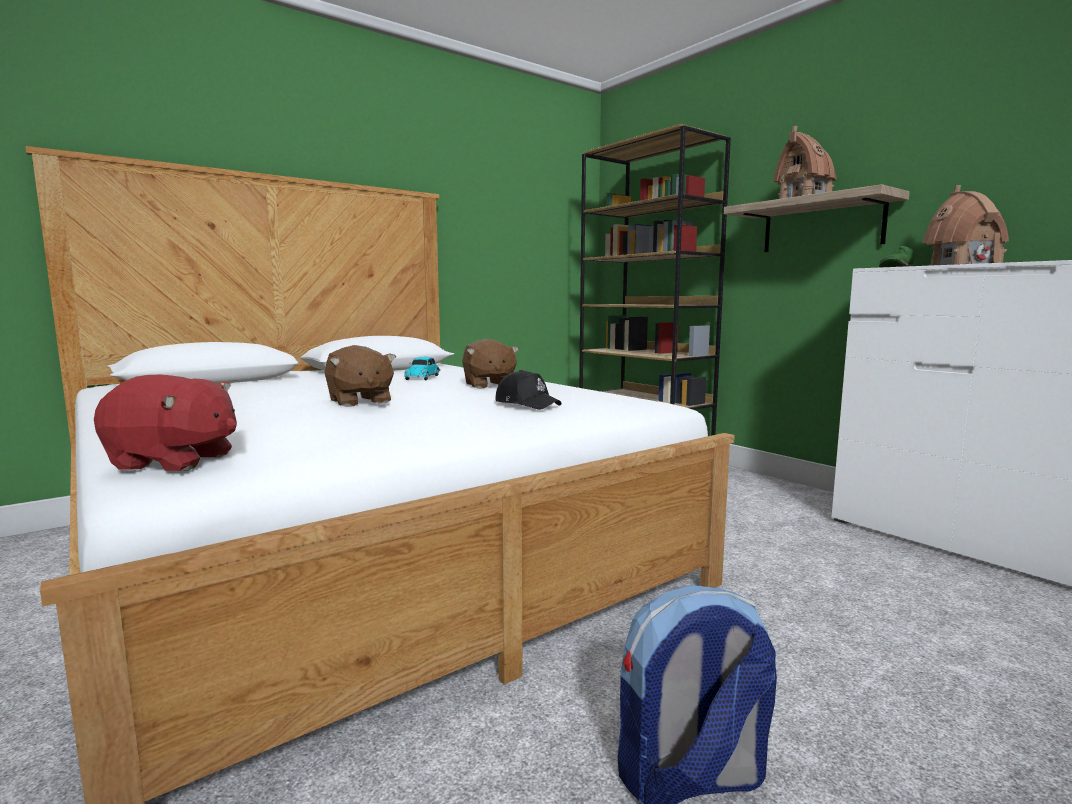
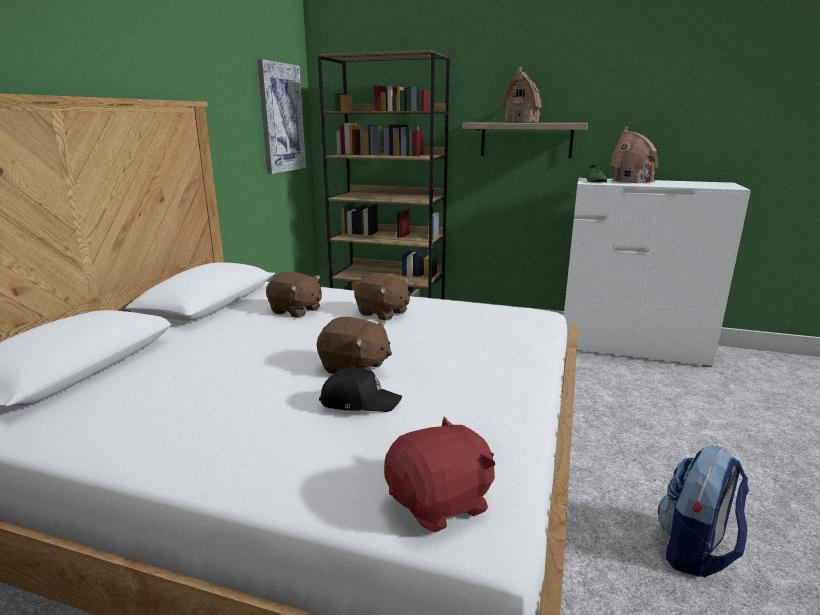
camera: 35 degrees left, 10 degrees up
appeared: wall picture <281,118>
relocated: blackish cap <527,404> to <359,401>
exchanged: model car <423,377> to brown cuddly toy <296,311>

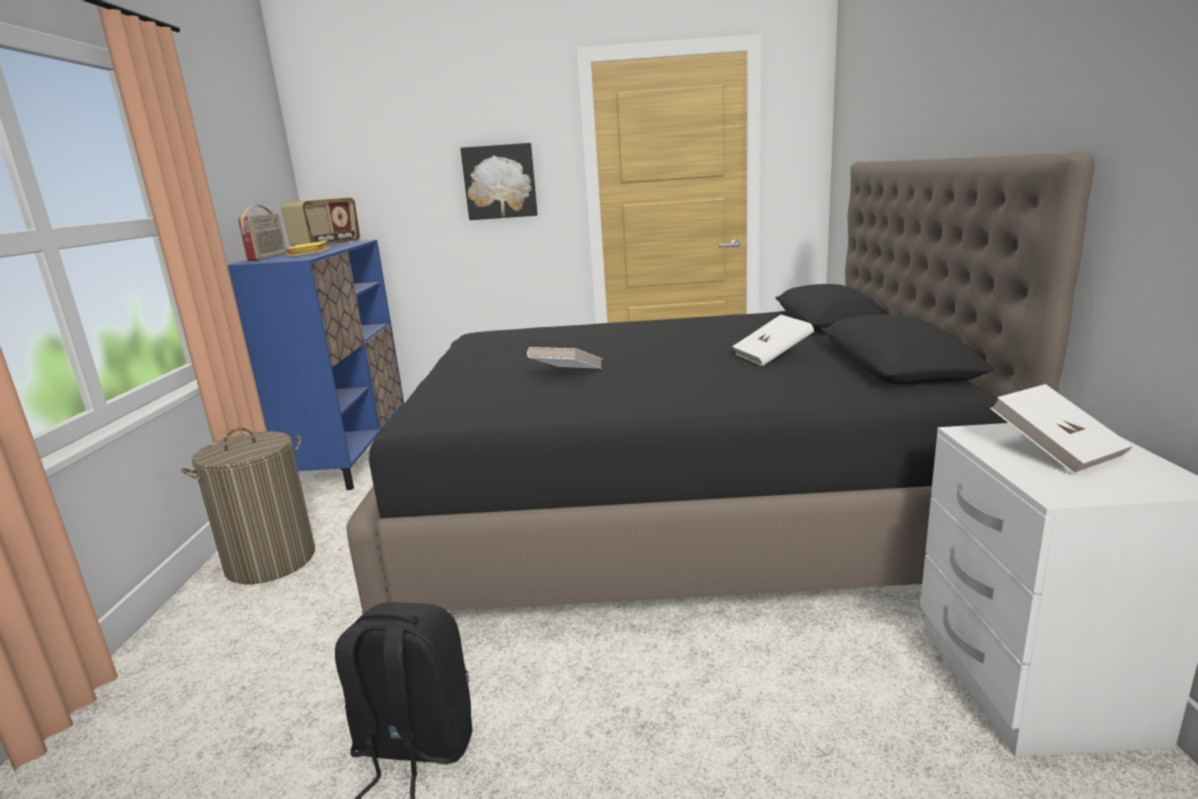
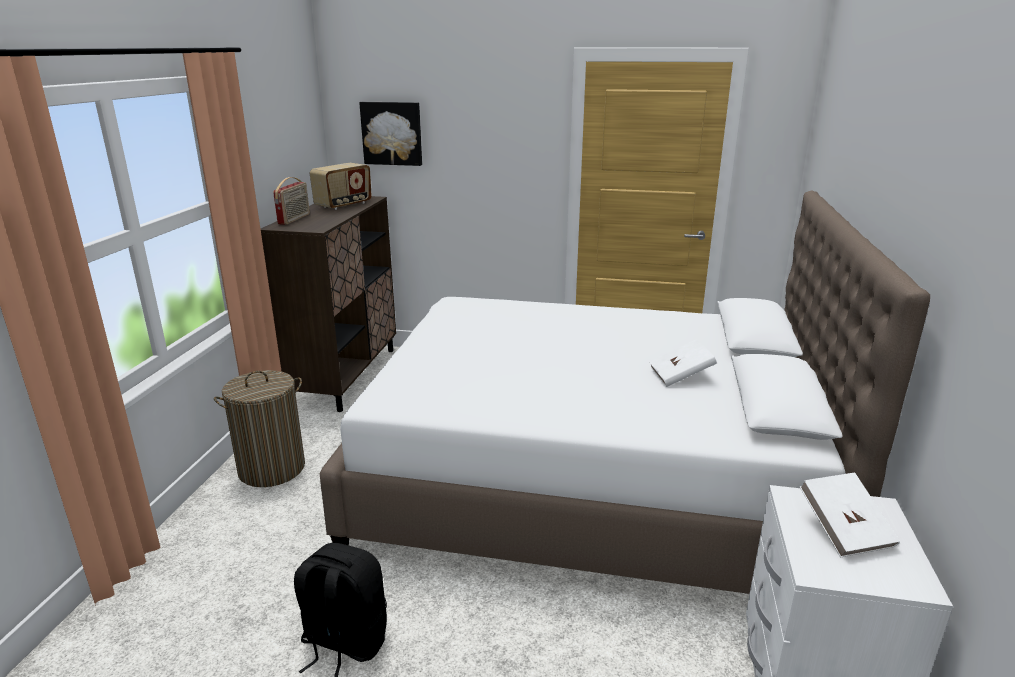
camera: 10 degrees right, 5 degrees up
missing: yellow-coloured volume <310,253>; white-coloured volume <567,375>
relocated: wall picture <500,182> to <392,133>
colour: blackish bedroom bed <672,509> to white-coloured bedroom bed <588,478>; blue cabinet <350,454> to brown cabinet <346,376>

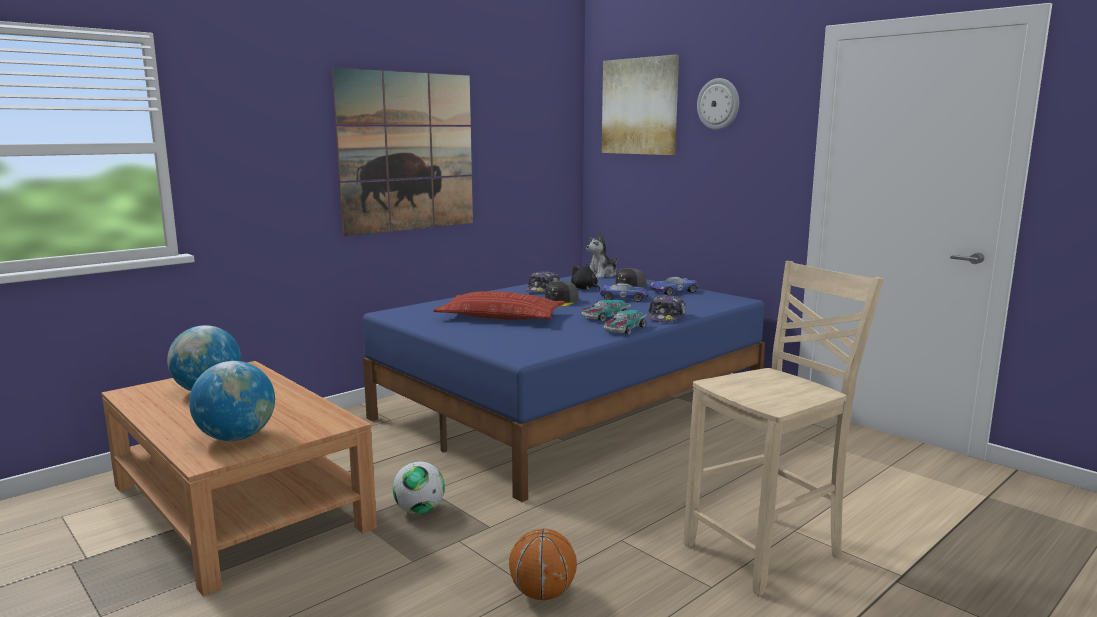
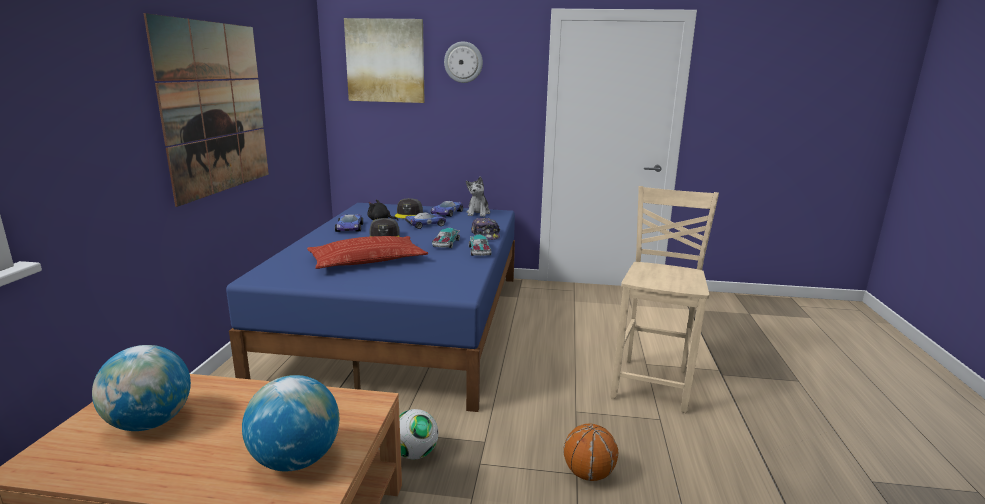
camera: 40 degrees left, 5 degrees up
relocated: cuddly toy <602,275> to <478,213>
exchanged: cap <543,290> to model car <349,228>

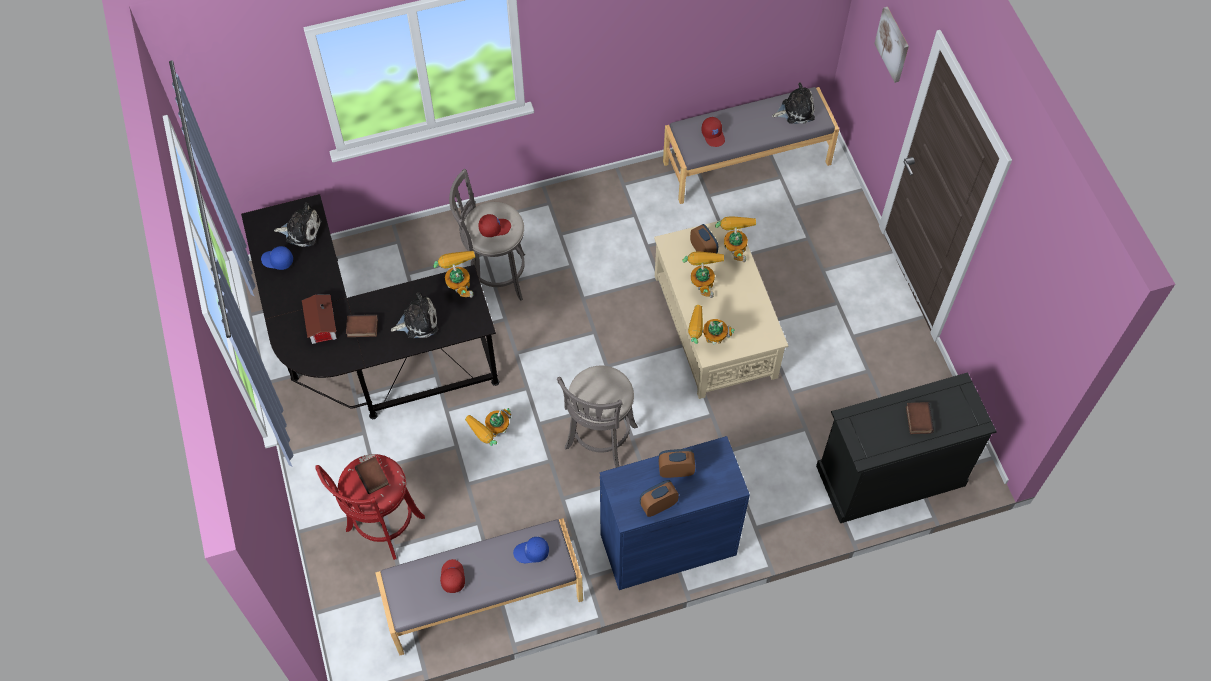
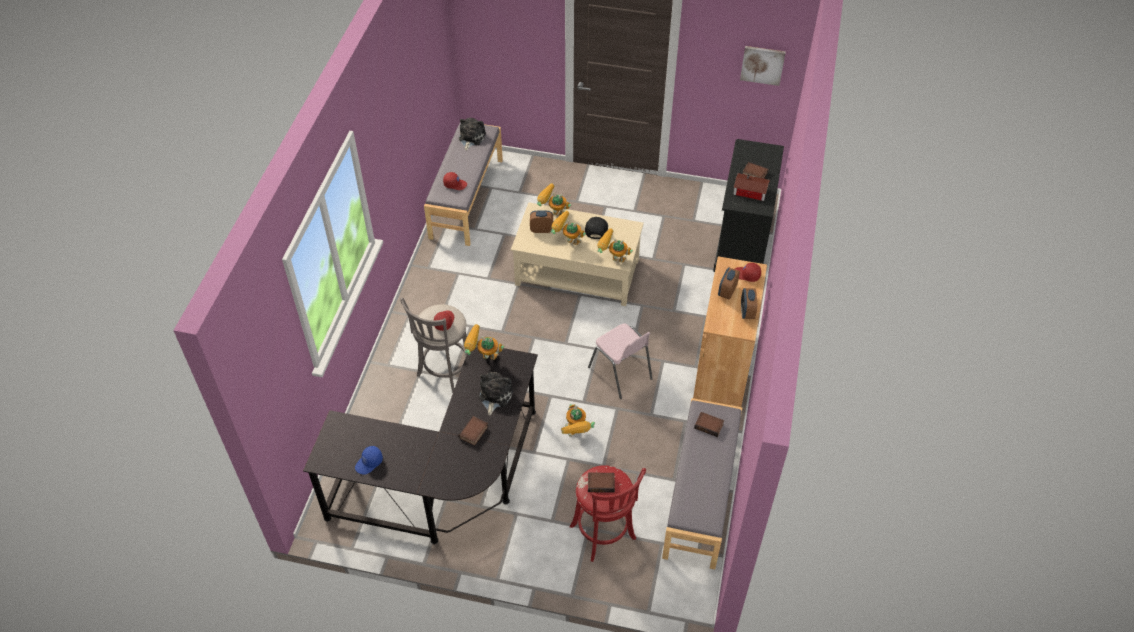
camera: 60 degrees left, 10 degrees down
missing: cuddly toy <301,230>
appeared: blackish cap <596,228>
relocated: wall picture <893,44> to <762,65>; toy house <320,324> to <751,192>; red cap <452,577> to <746,275>
exchanged: grey stool seat <599,441> to pinkish upright chair <620,373>; blue cap <531,552> to volume <709,425>
colour: blue cabinet <668,544> to brown cabinet <722,372>
spun: robot figure <705,342> = <612,260> 75 degrees clockwise

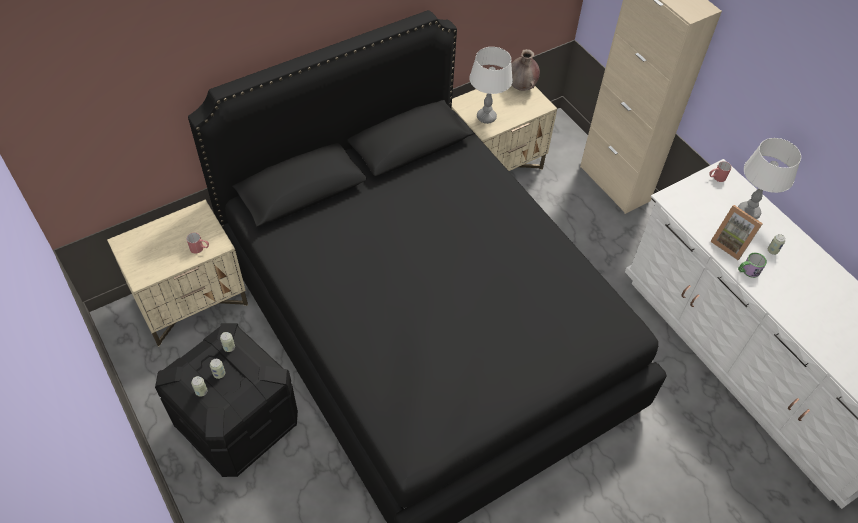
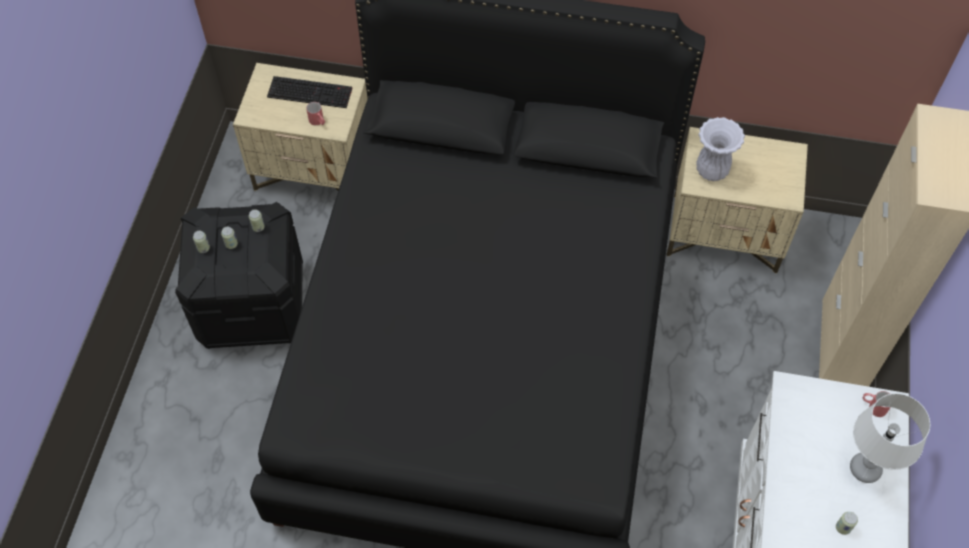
camera: 45 degrees right, 5 degrees up
missing: brown flower vase <521,87>; photo frame <731,244>; mug <748,271>
appeared: keyboard <311,92>
exchanged: white-coloured tabletop lamp <486,117> to white-coloured flower vase <712,171>

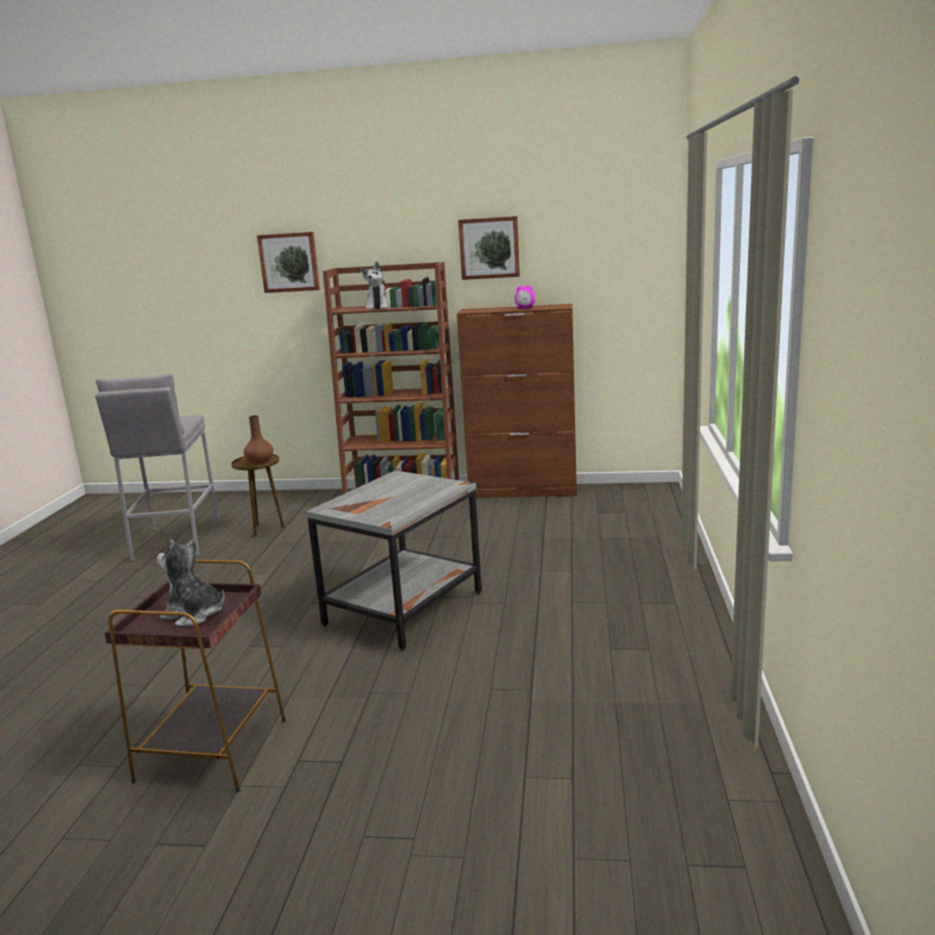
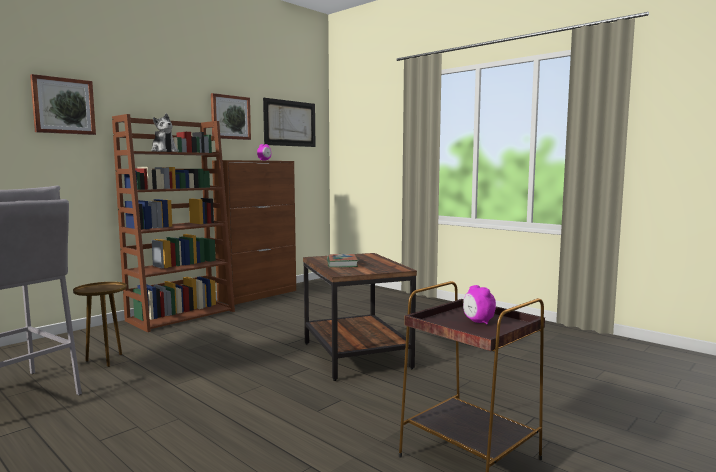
camera: 55 degrees left, 10 degrees down
missing: brown flower vase <259,461>
appeared: wall picture <290,123>; volume <342,264>
exchanged: cuddly toy <194,614> to table clock <478,322>
colour: grey end table <403,608> to brown end table <354,355>

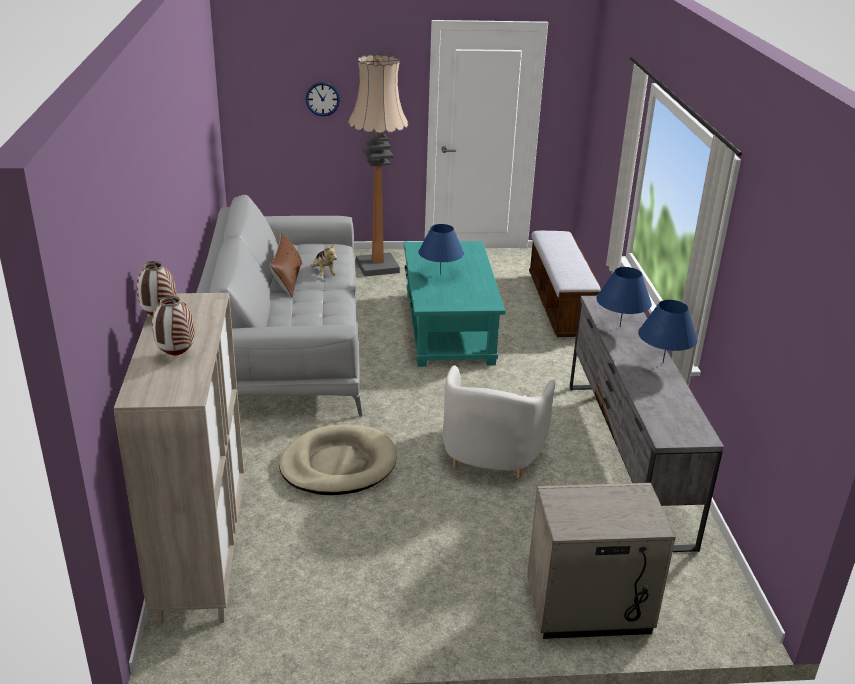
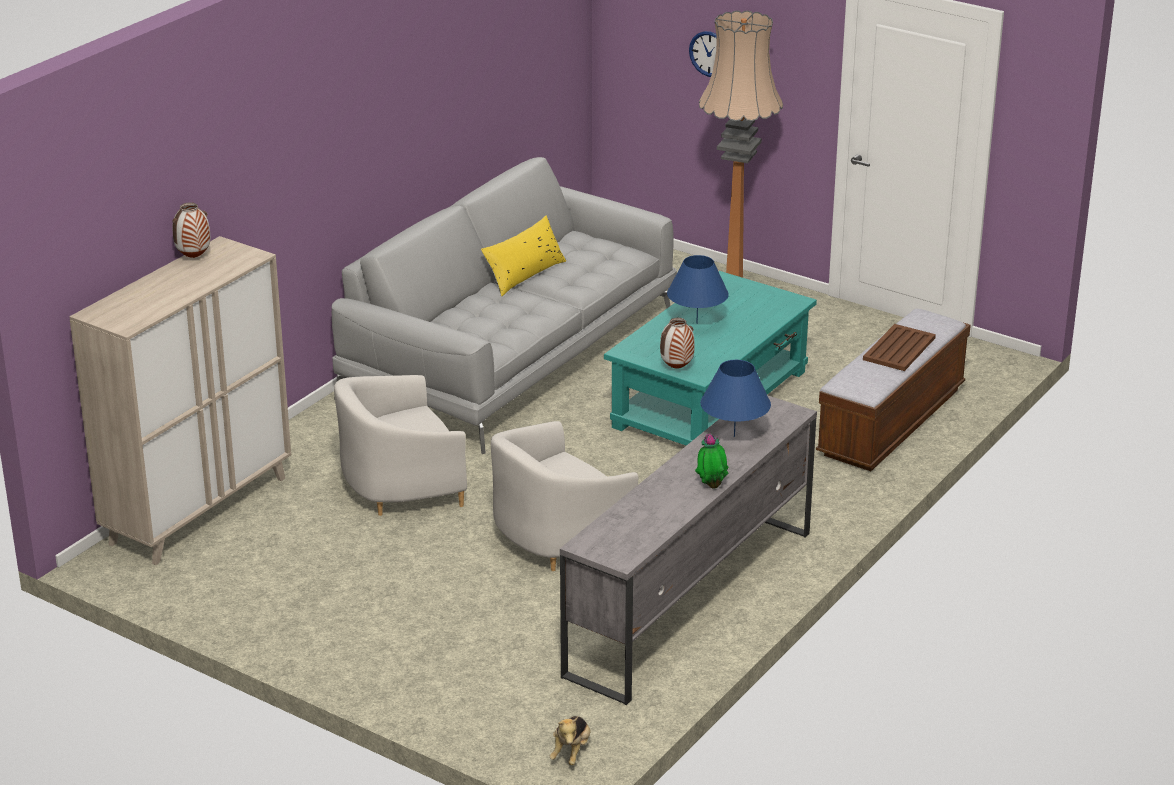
camera: 40 degrees right, 0 degrees up
missing: beige nightstand <588,608>
appeared: brown serving tray <899,348>
relocated: cuddly toy <324,273> to <571,752>; flower vase <176,355> to <676,368>
exchanged: blue tabletop lamp <662,363> to plant in a pot <711,485>; beige pet bed <338,464> to white-coloured easy chair <401,488>
colour: brown pillow <287,280> to yellow-coloured pillow <524,275>

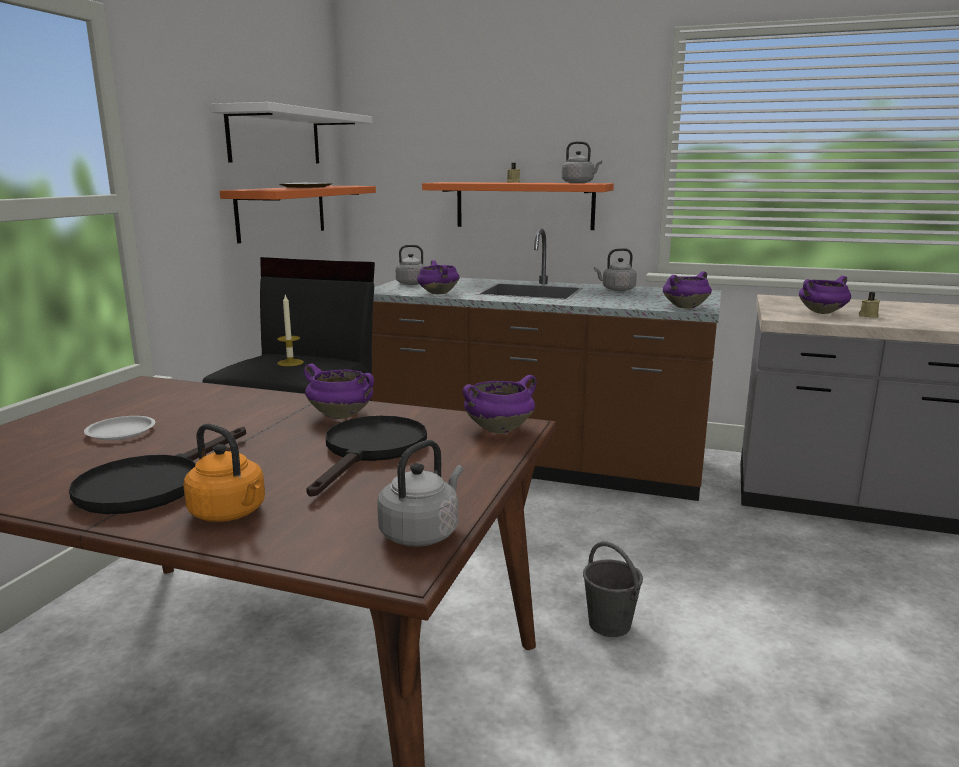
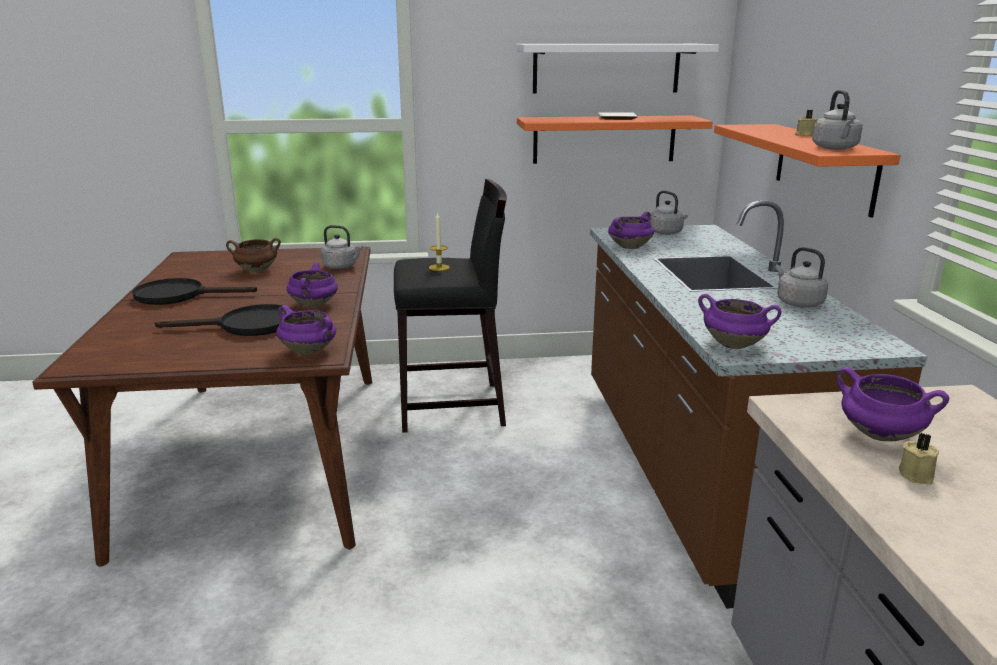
camera: 65 degrees right, 5 degrees up
missing: orange-coloured kettle <230,513>; grey pail <610,624>
relocated: grey kettle <422,533> to <341,266>
exchanged: white-coloured dinner plate <121,432> to brown saucepot <256,270>

